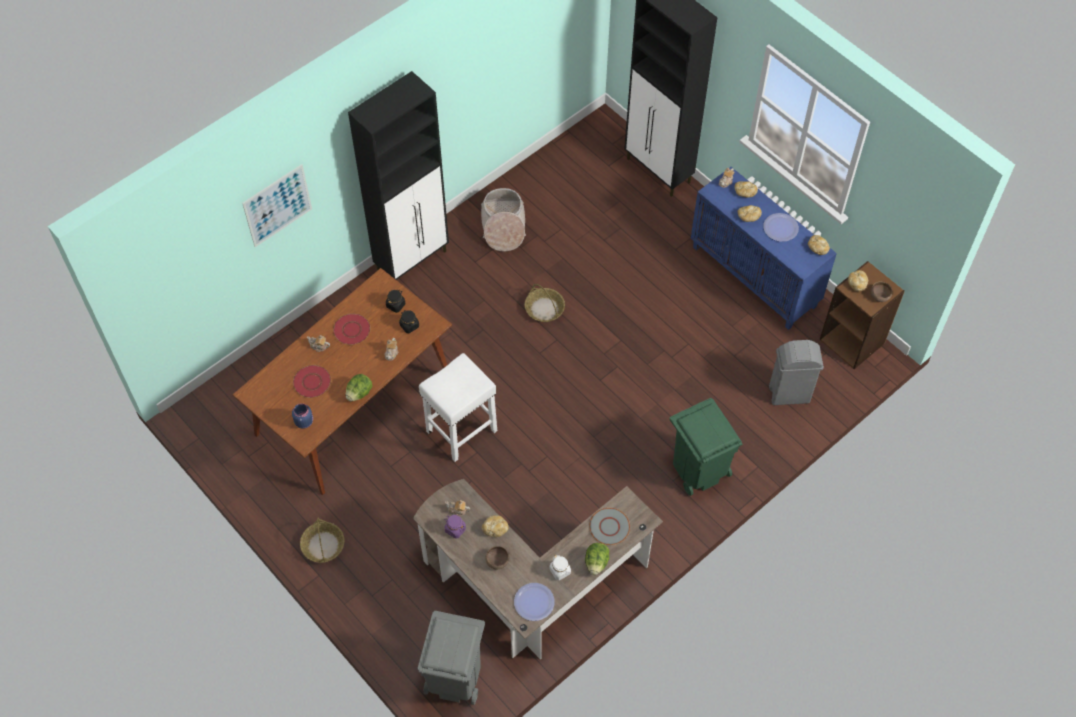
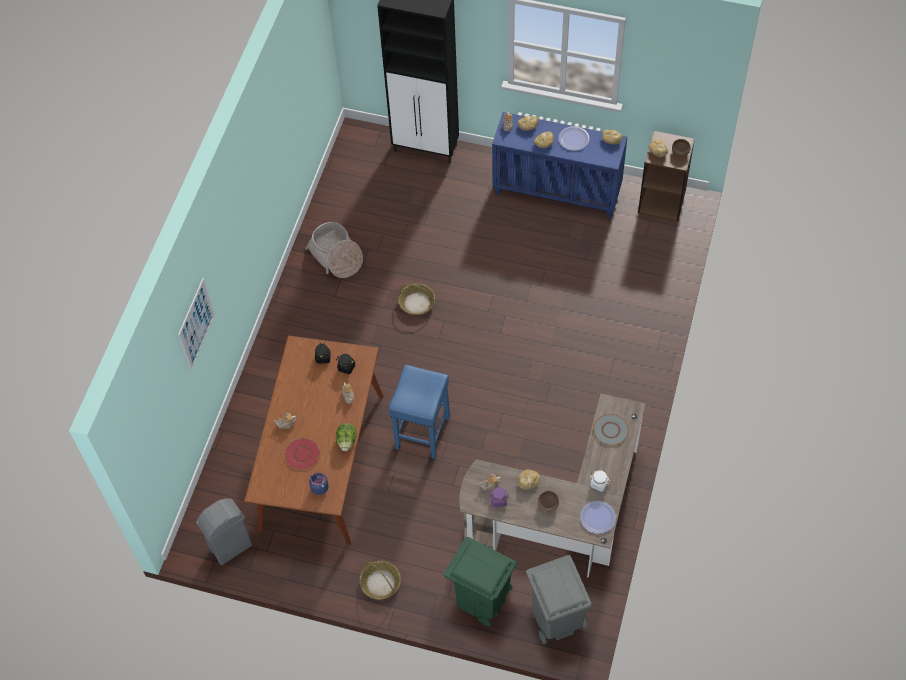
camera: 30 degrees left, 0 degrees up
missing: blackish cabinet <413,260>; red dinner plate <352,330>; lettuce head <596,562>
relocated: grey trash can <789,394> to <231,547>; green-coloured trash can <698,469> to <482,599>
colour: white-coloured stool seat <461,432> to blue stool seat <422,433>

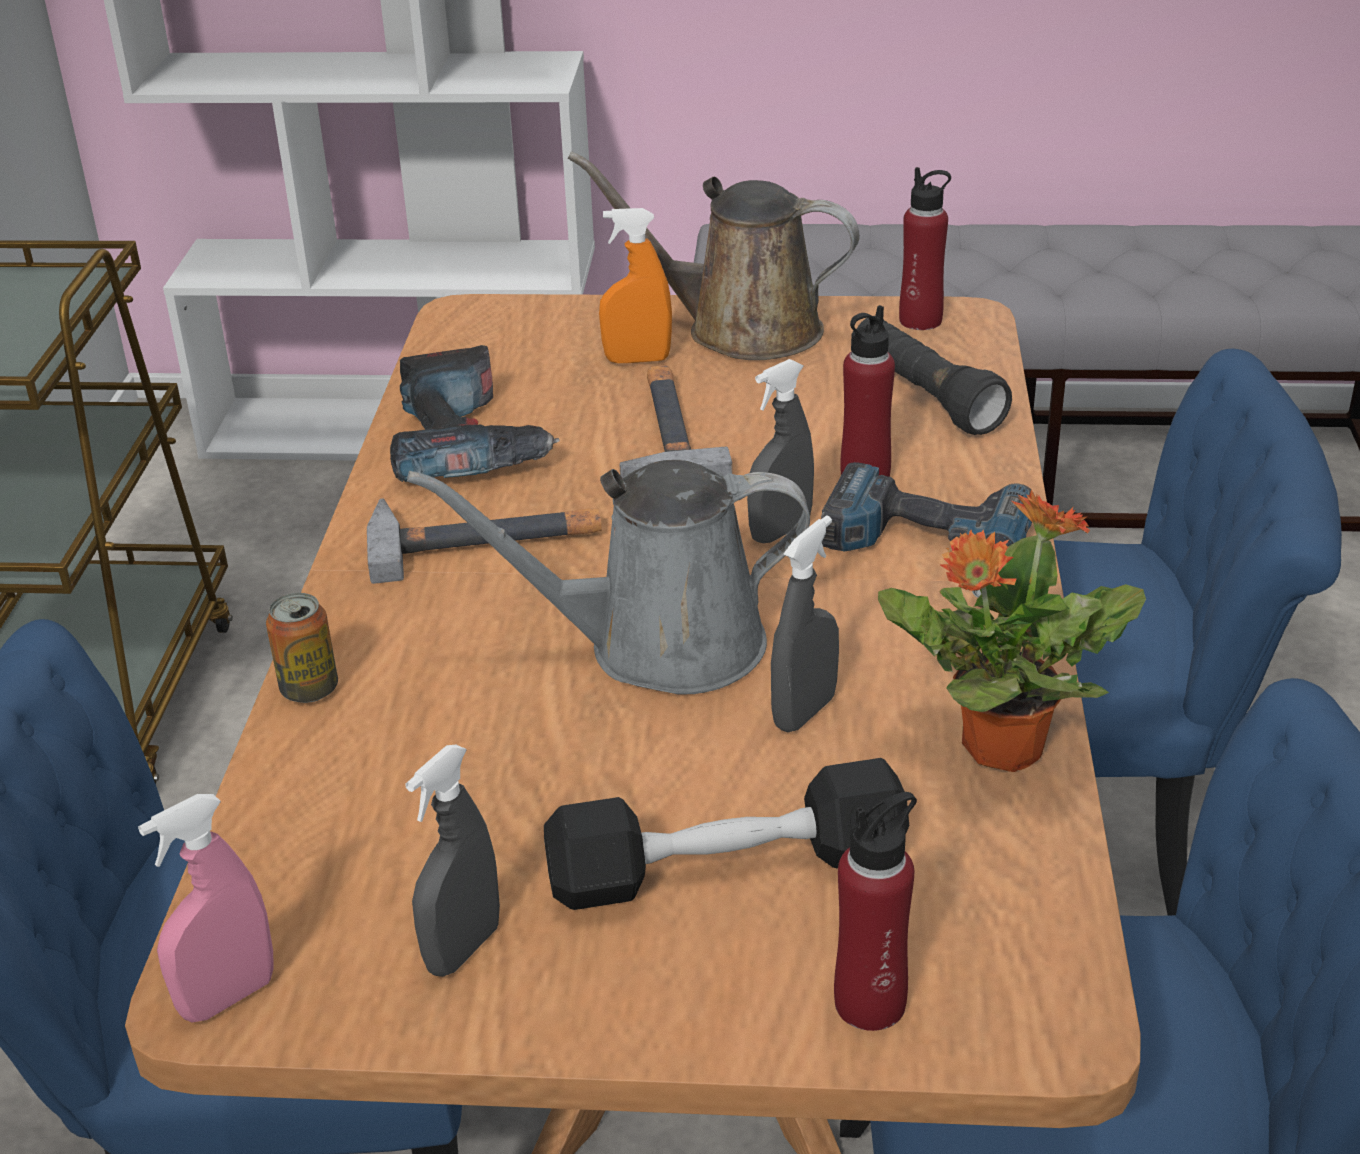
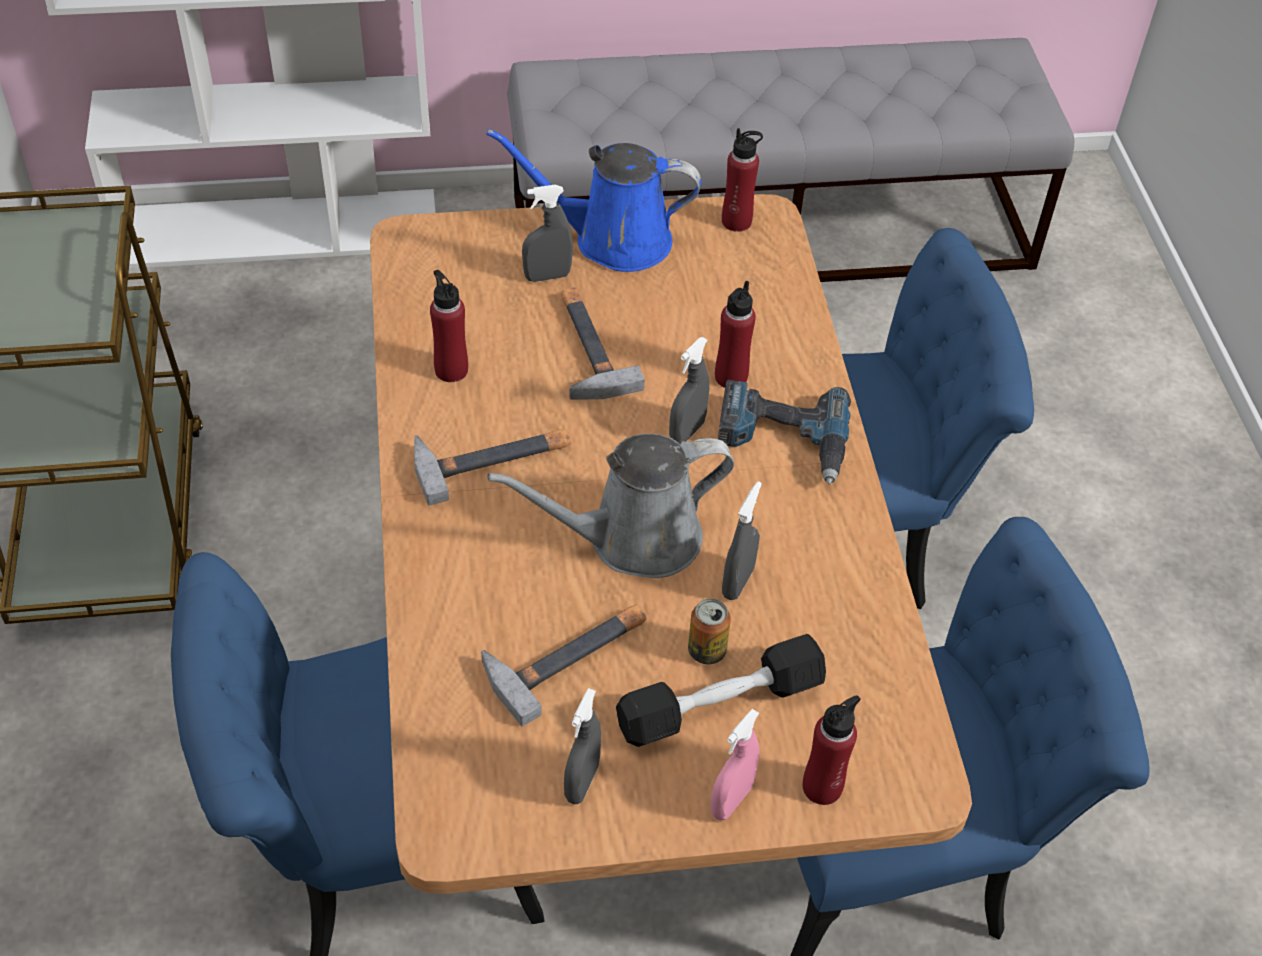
camera: 15 degrees left, 15 degrees up
missing: blackish hand torch <925,396>; plant in a pot <999,748>
appeared: tool hammer <568,654>
relocated: can <309,689> to <706,651>; pinkish spray bottle <228,997> to <731,800>
exchanged: electric drill <467,444> to red bottle <451,370>
colour: brown watering can <740,329> to blue watering can <612,239>; orange-coloured spray bottle <637,360> to grey spray bottle <547,276>

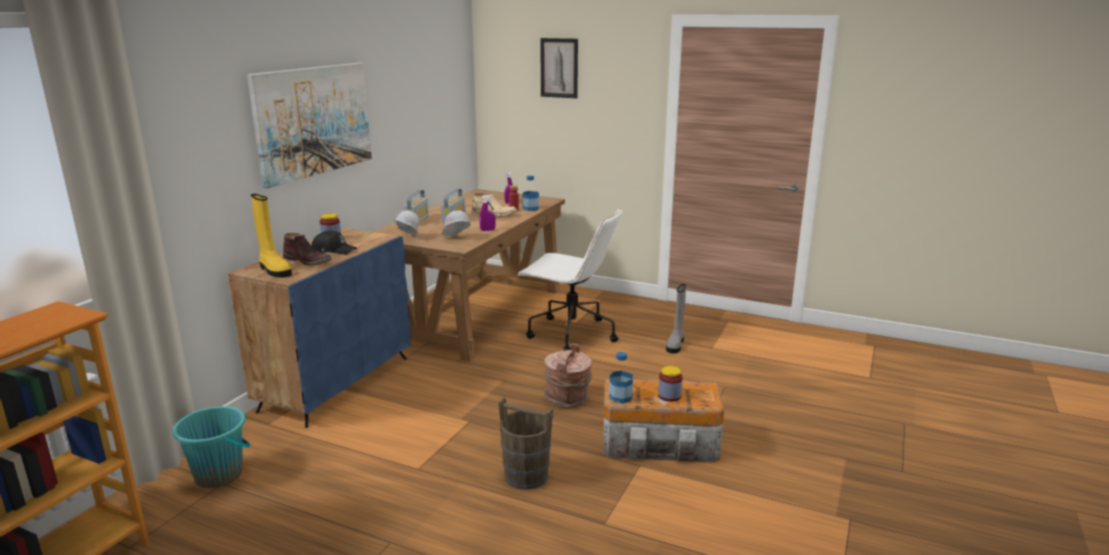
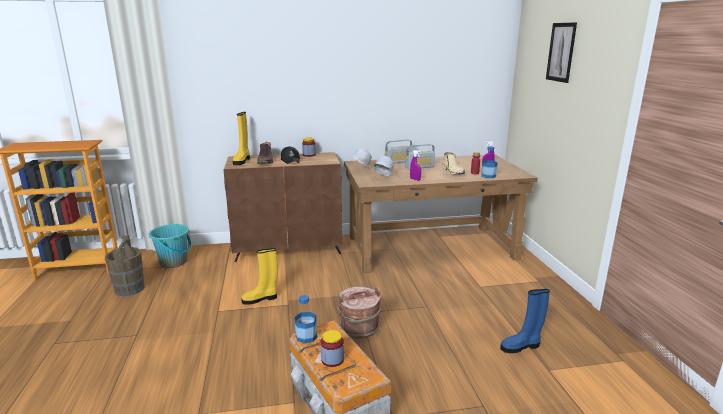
camera: 55 degrees right, 0 degrees up
missing: wall picture <313,121>; white-coloured computer chair <570,334>
appeared: yellow-coloured tall boot <260,299>
relocated: brown pail <526,476> to <130,288>
colour: blue cabinet <336,383> to brown cabinet <288,248>; grey tall boot <675,344> to blue tall boot <521,346>

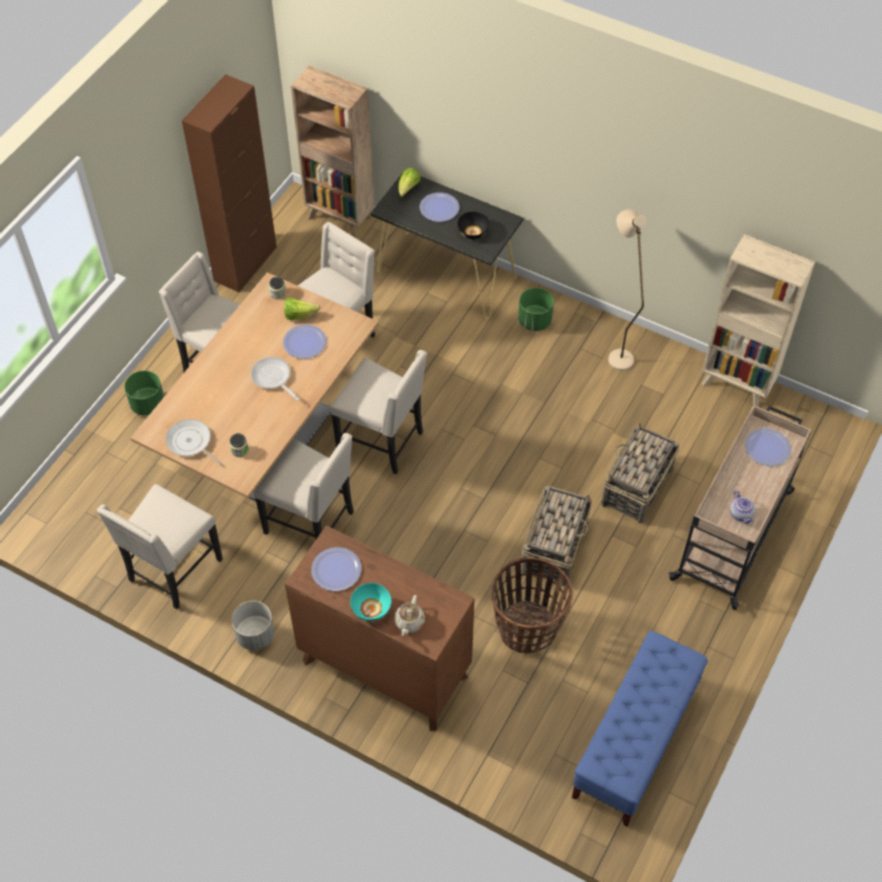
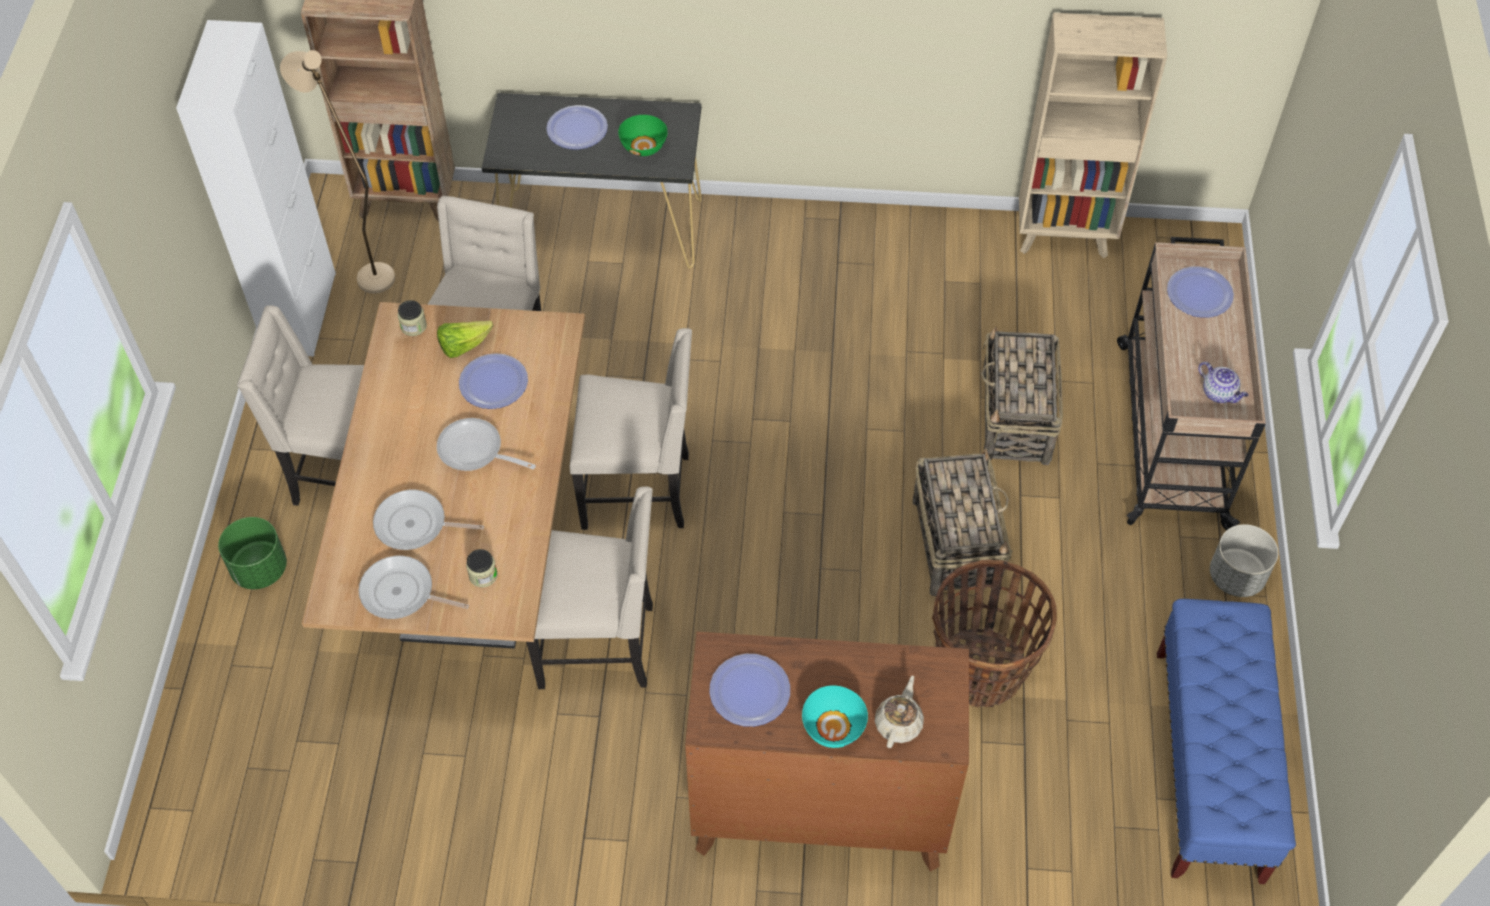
camera: 25 degrees left, 0 degrees up
missing: lettuce head <408,189>; green-coloured plant pot <534,321>; beige upright chair <173,571>
appeared: pan <415,525>
relocated: beige standing lamp <617,353> to <367,271>; grey plant pot <255,635> to <1236,576>
colour: brown cabinet <245,264> to white-coloured cabinet <301,313>; blackish bowl <473,232> to green-coloured bowl <644,146>
spun: beige pot for tea <409,622> = <899,723> 150 degrees counterclockwise

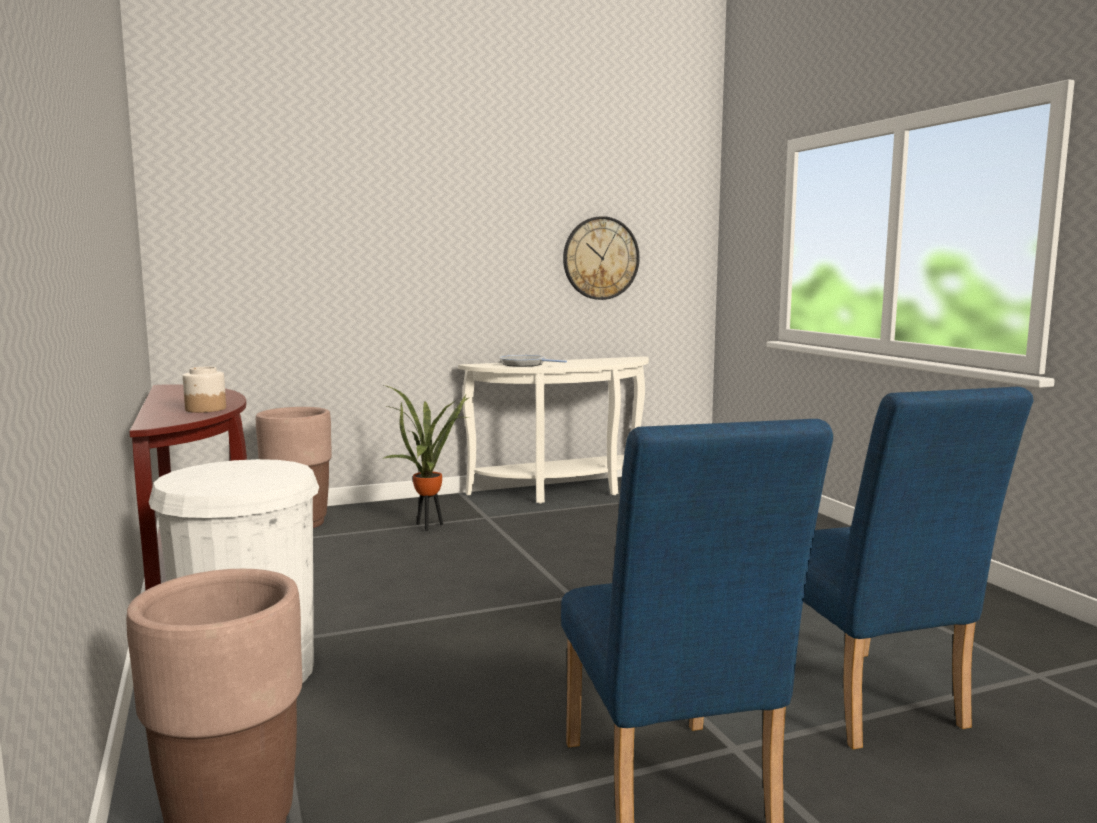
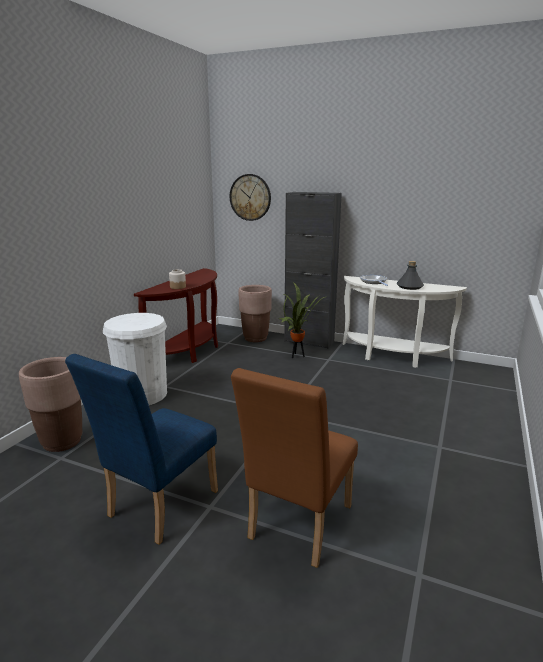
camera: 45 degrees right, 10 degrees up
appeared: blackish cabinet <309,341>; grey bottle <409,287>
relocated: hanging clock <600,258> to <250,197>
colour: blue upright chair <867,704> to brown upright chair <296,527>

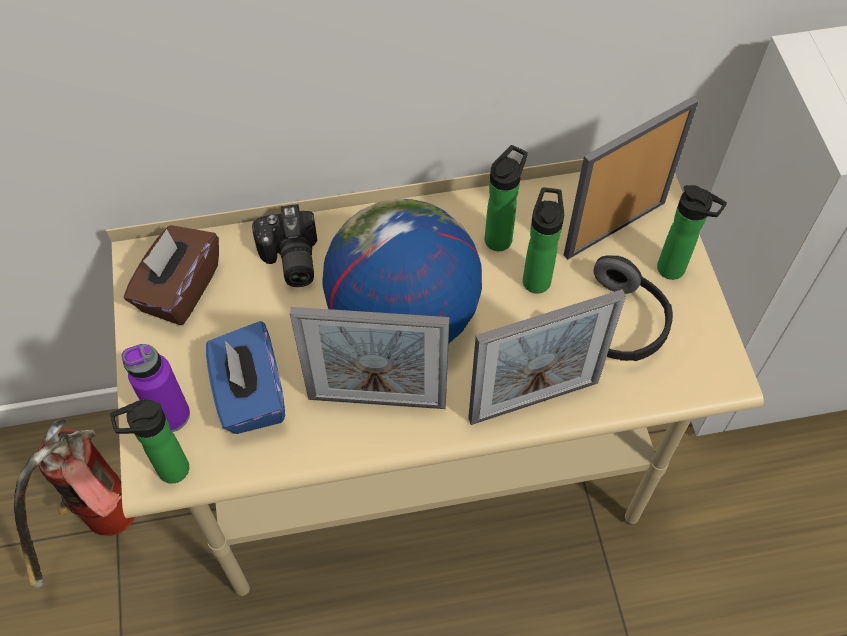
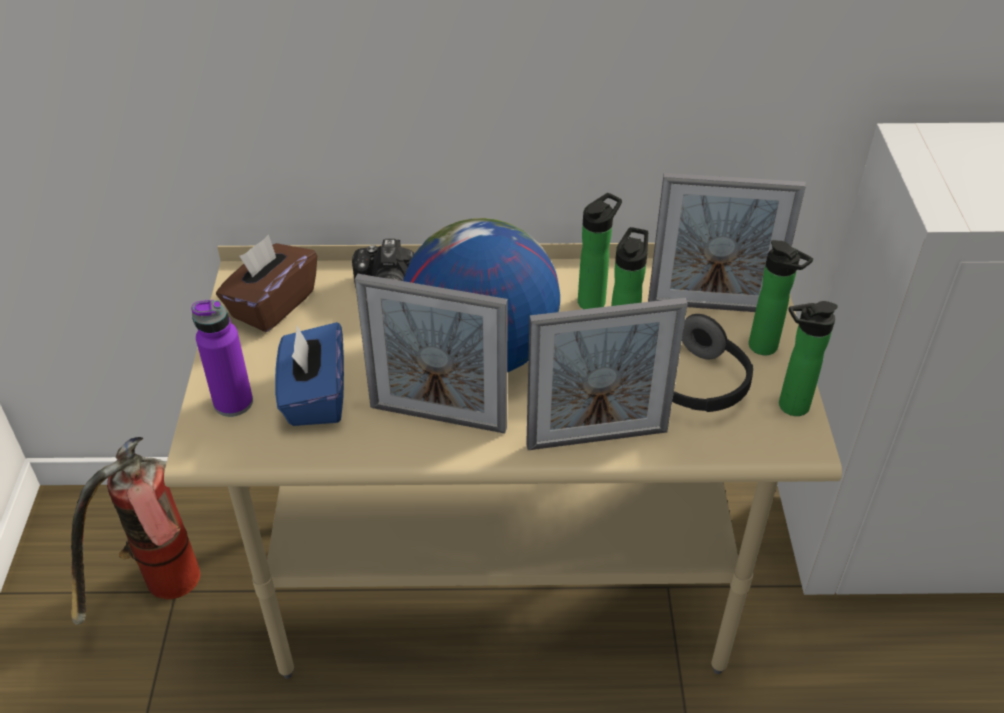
camera: 10 degrees right, 15 degrees down
relocated: bottle <168,471> to <789,406>
spun: photo frame <614,228> = <711,306> 150 degrees counterclockwise

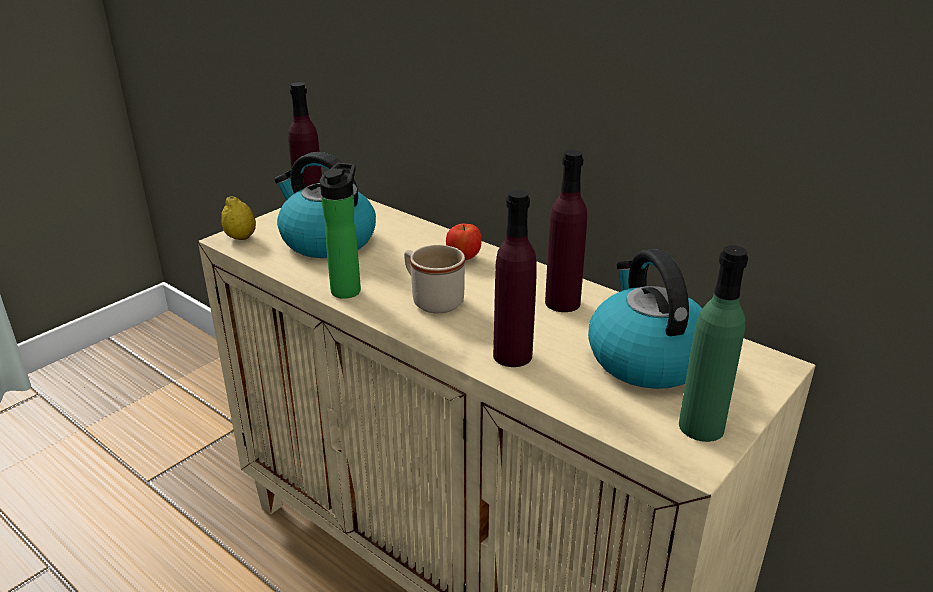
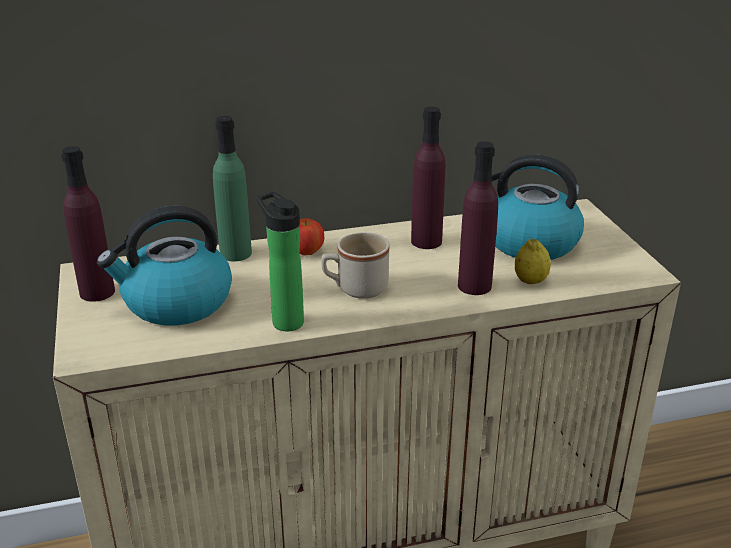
camera: 55 degrees left, 0 degrees up
relocated: citrus fruit <241,238> to <530,281>; green-coloured bottle <701,427> to <235,253>

